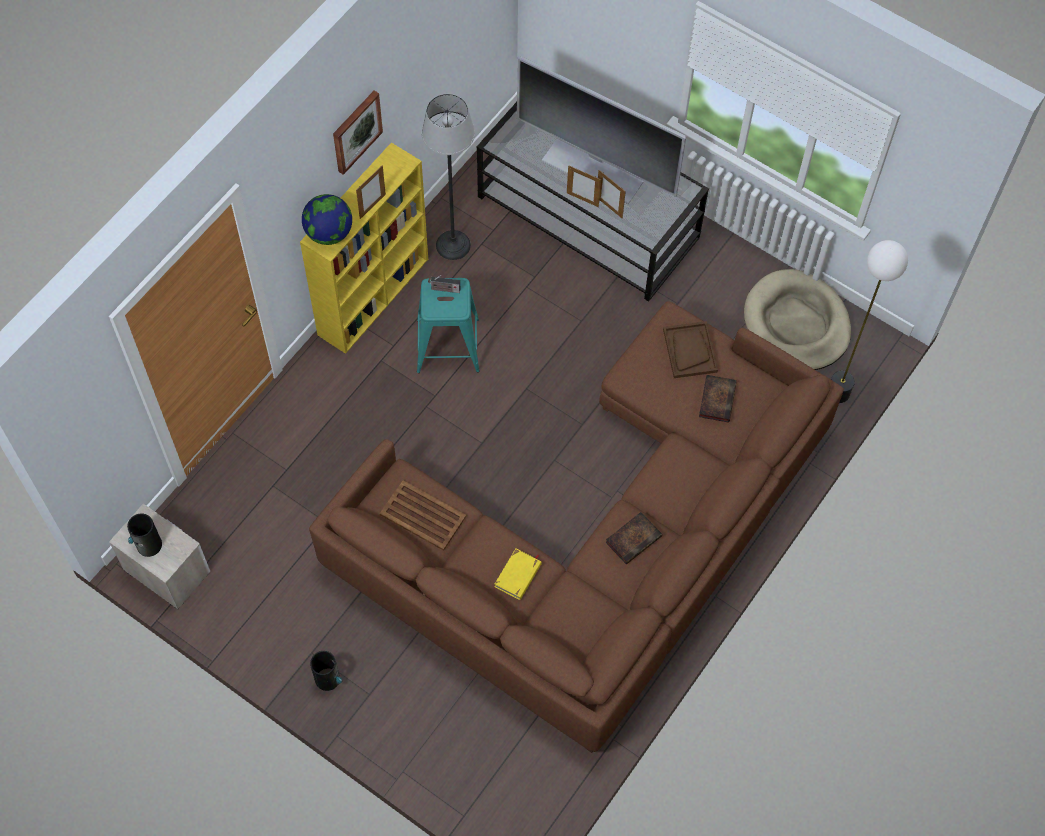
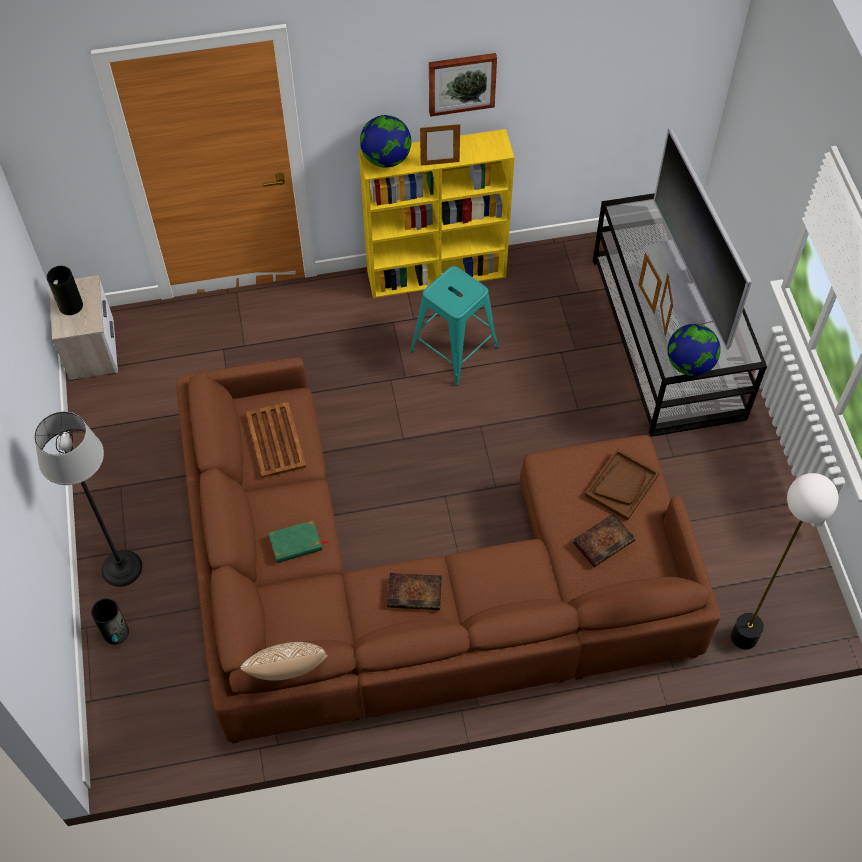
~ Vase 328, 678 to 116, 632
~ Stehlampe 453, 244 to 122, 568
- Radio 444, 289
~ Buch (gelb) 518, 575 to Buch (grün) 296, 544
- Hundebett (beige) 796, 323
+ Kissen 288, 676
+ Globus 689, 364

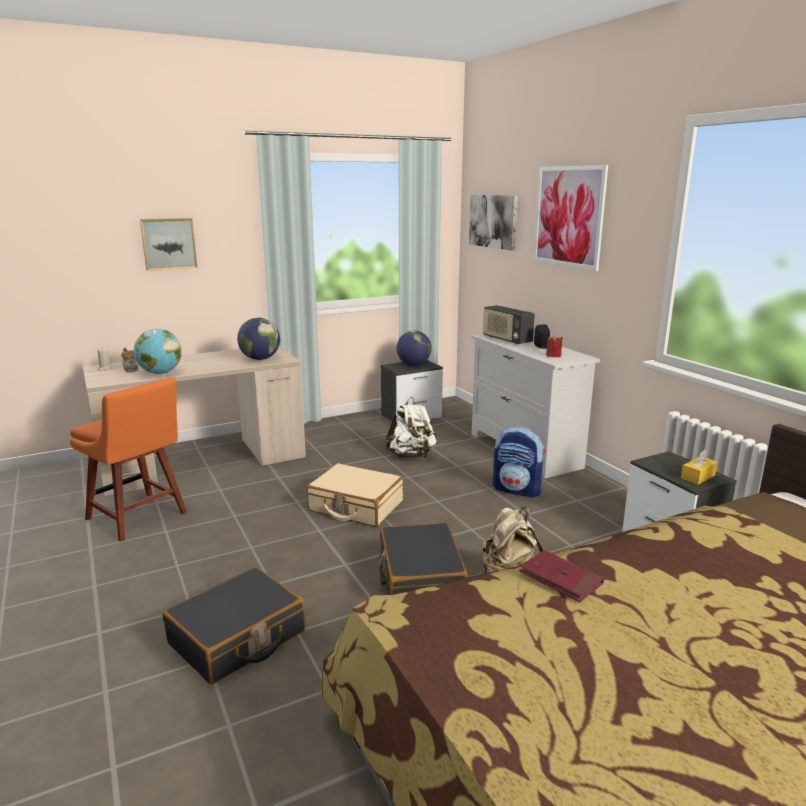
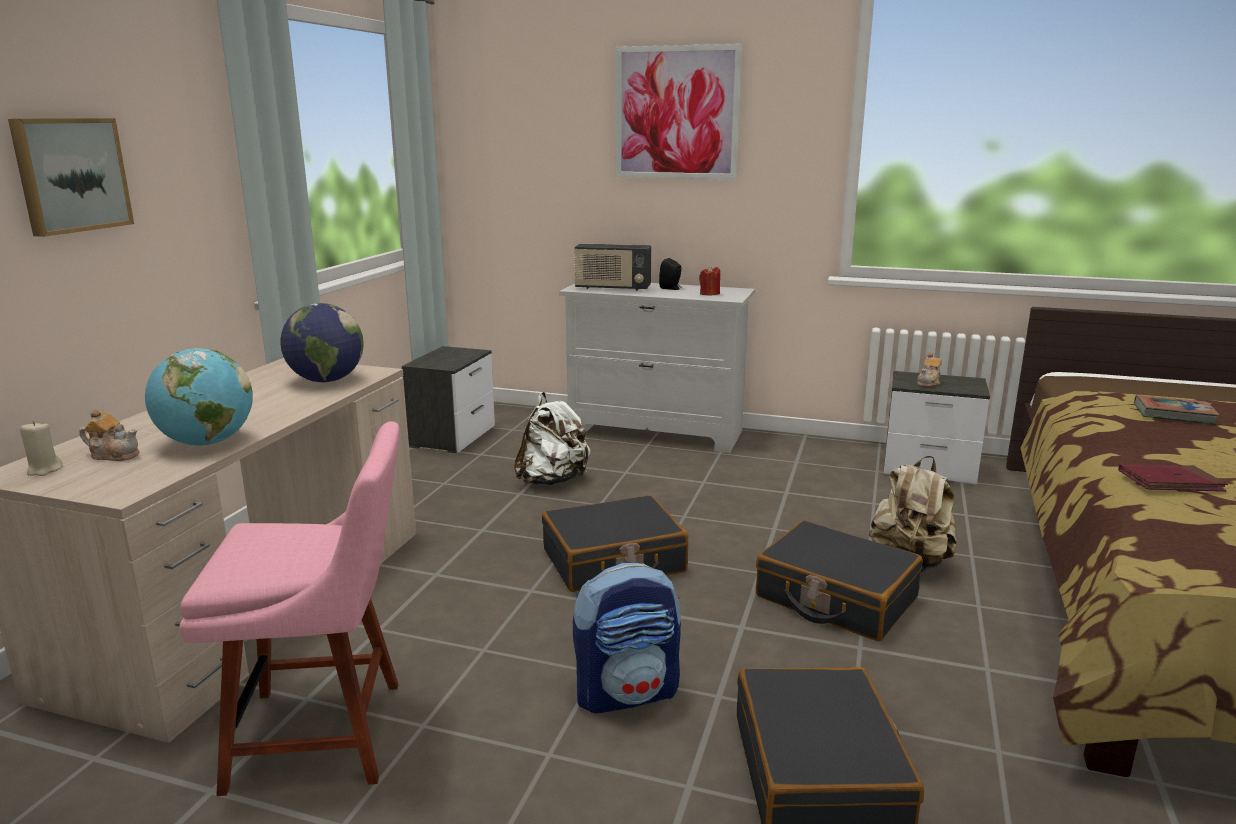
~ Stuhl (orange) 139, 517 to Stuhl (rosa) 327, 734
~ Koffer (beige) 355, 506 to Koffer (schwarz) 613, 562
- Globus 413, 365
- Bild 493, 221
~ Rucksack 517, 490 to 627, 693
- Taschentuchbox (gelb) 698, 477
+ Teekanne 929, 383
+ Buch 1174, 414

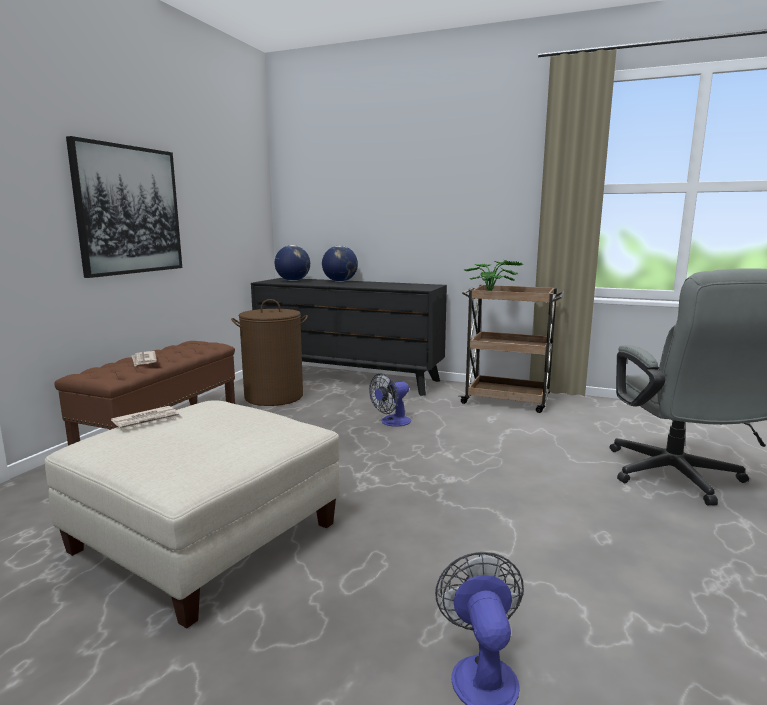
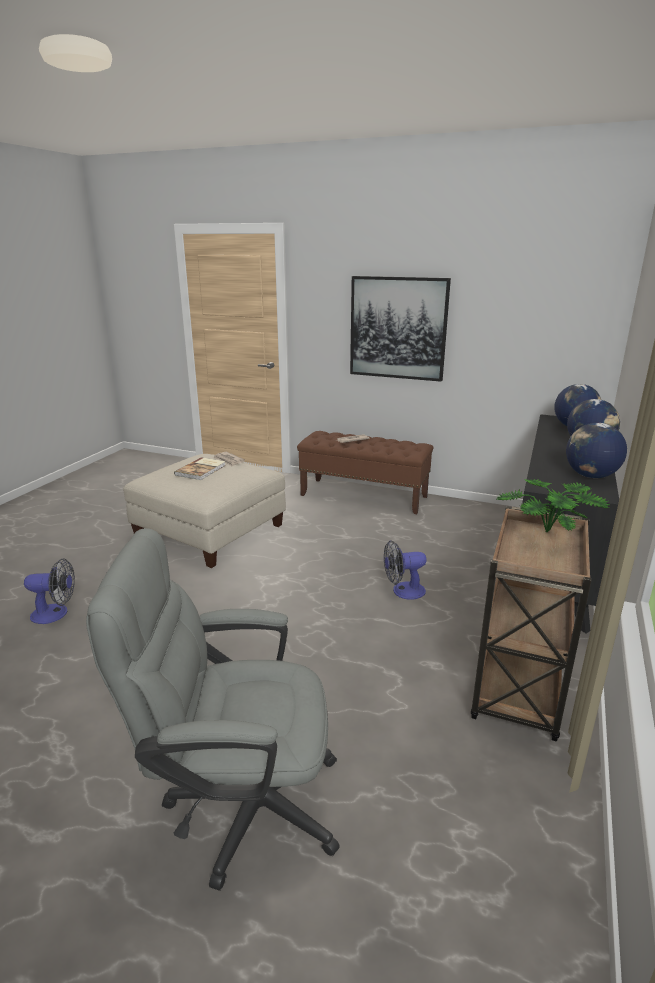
- Wäschekorb (braun) 273, 397
~ Ventilator 392, 422 = 403, 591 60 degrees counterclockwise
+ Buch 201, 470
+ Globus 590, 476

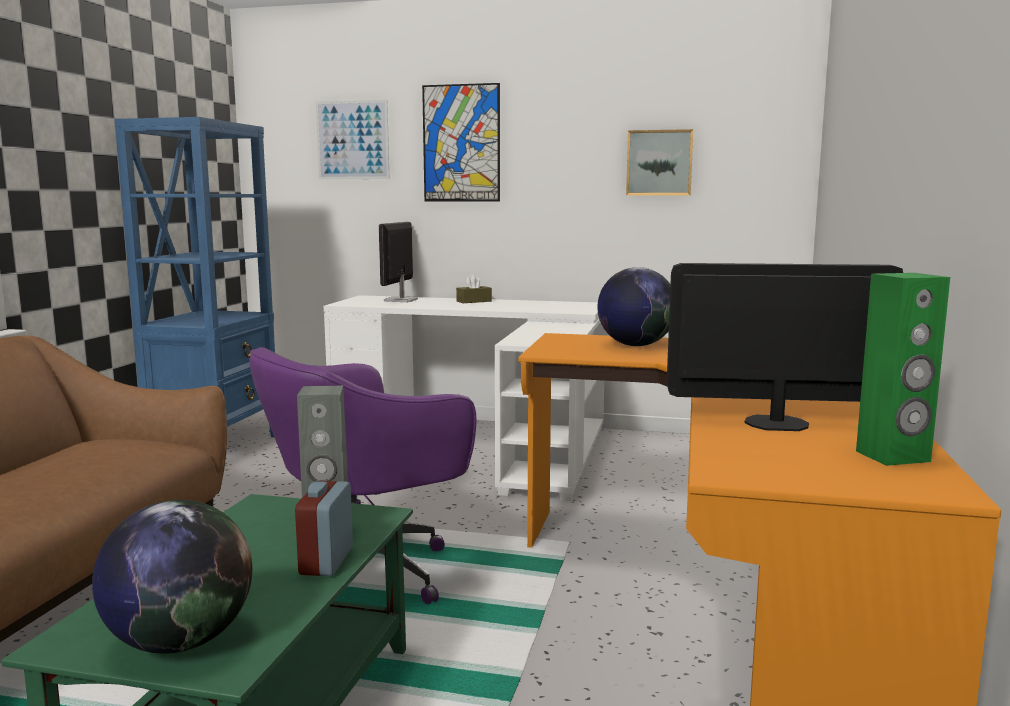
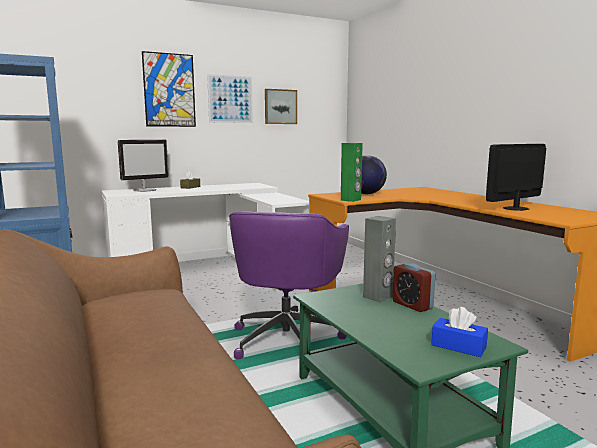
~ Globus 180, 642 to Taschentuchbox (blau) 458, 346
~ Bild 352, 140 to 230, 99
~ Monitor 401, 300 = 145, 190 105 degrees counterclockwise
~ Lautsprecher (grün) 893, 456 to 351, 200

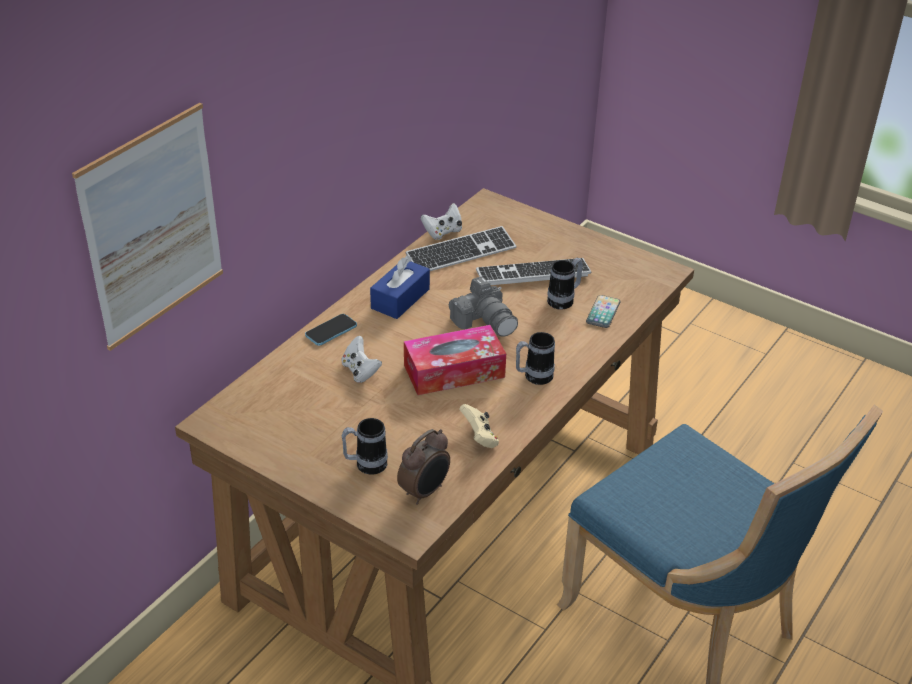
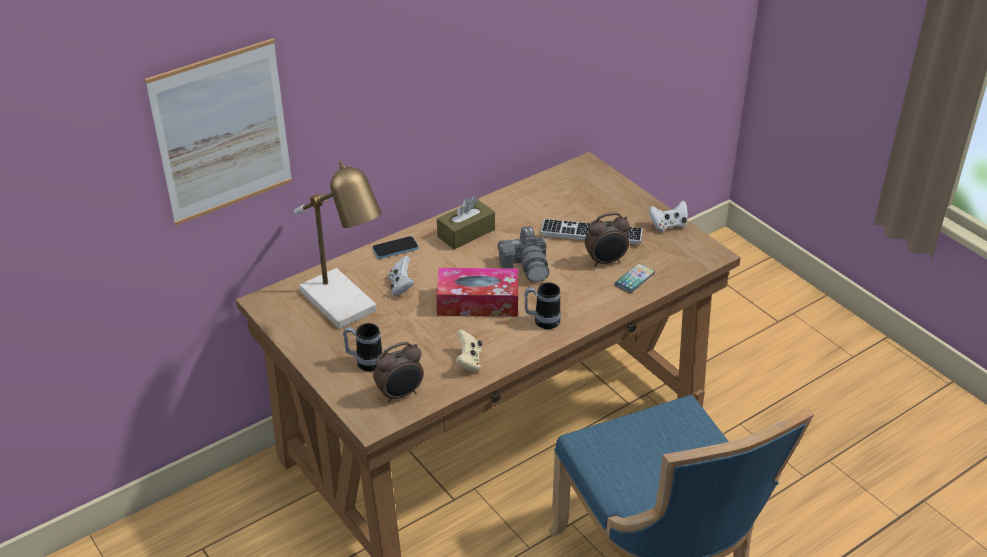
~ Taschentuchbox (blau) 400, 299 to Taschentuchbox (braun) 466, 233
- Tastatur 461, 253
~ Gamepad (weiß) 443, 232 to 668, 225
~ Henkelbecher 564, 300 to Wecker 606, 261
+ Tischlampe 345, 306

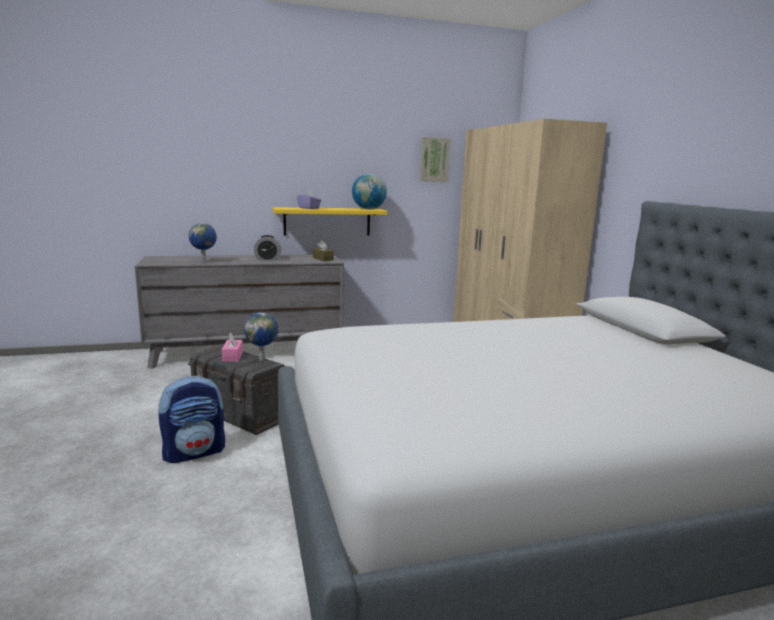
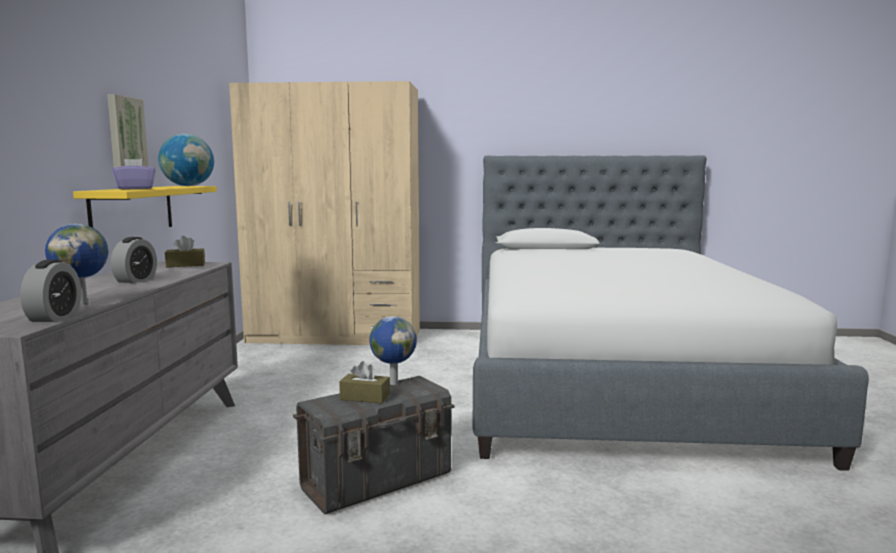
- Rucksack 194, 452
~ Taschentuchbox (rosa) 232, 356 to Taschentuchbox (braun) 365, 397
~ Bild 434, 159 to 125, 134
+ Wecker 54, 317

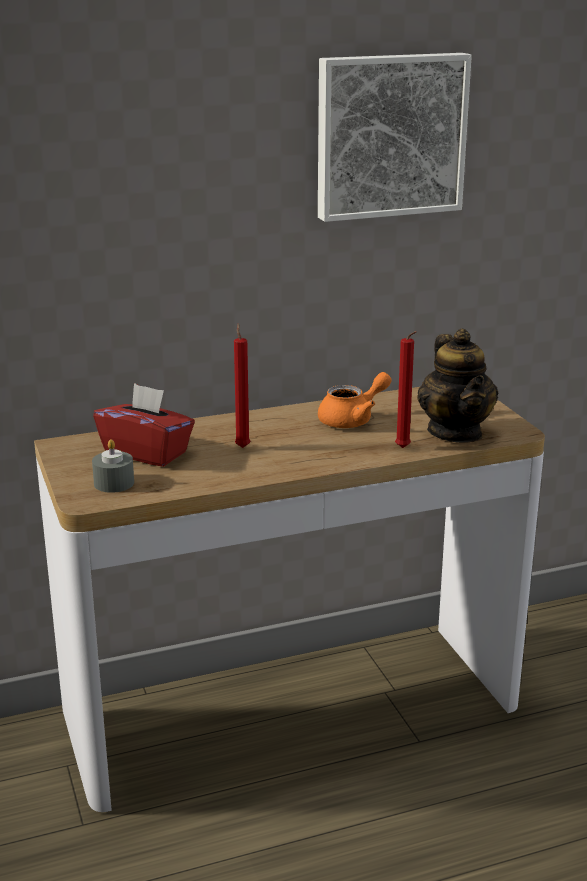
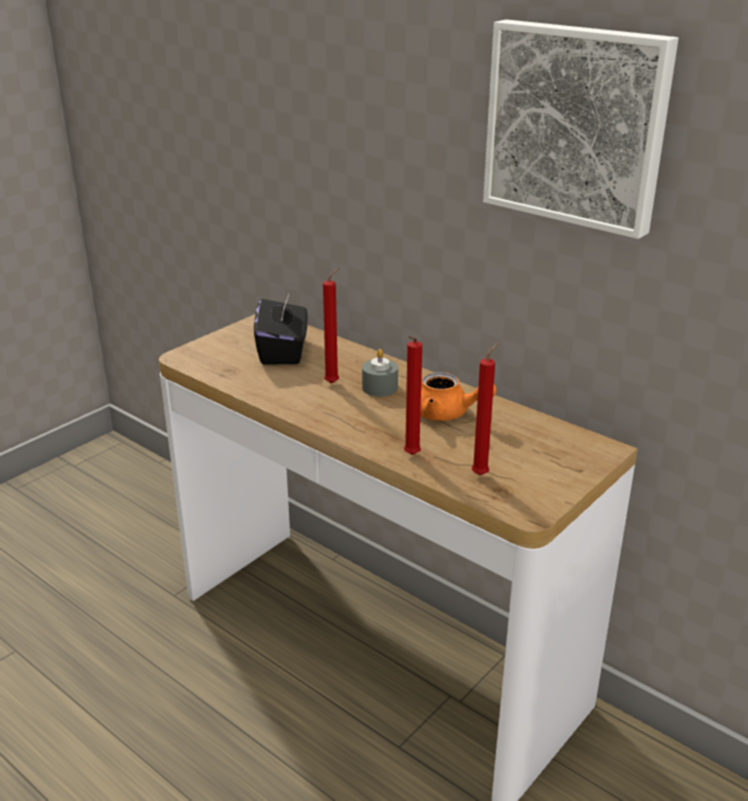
~ Kerze (grau) 114, 483 to 379, 387
~ Taschentuchbox (rot) 147, 453 to Taschentuchbox (schwarz) 283, 351
~ Teekanne 455, 432 to Kerze (rot) 482, 474

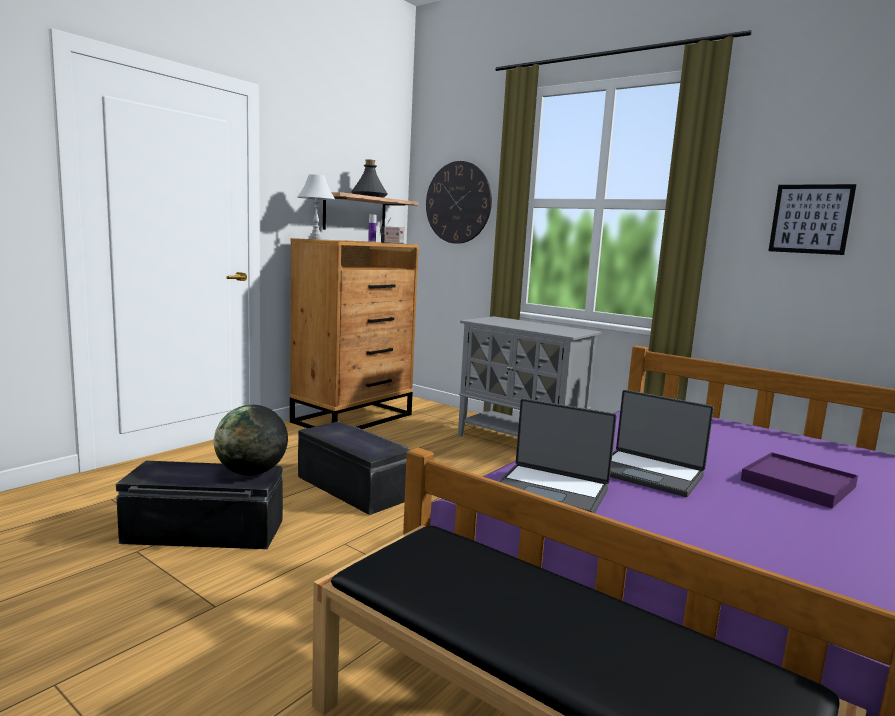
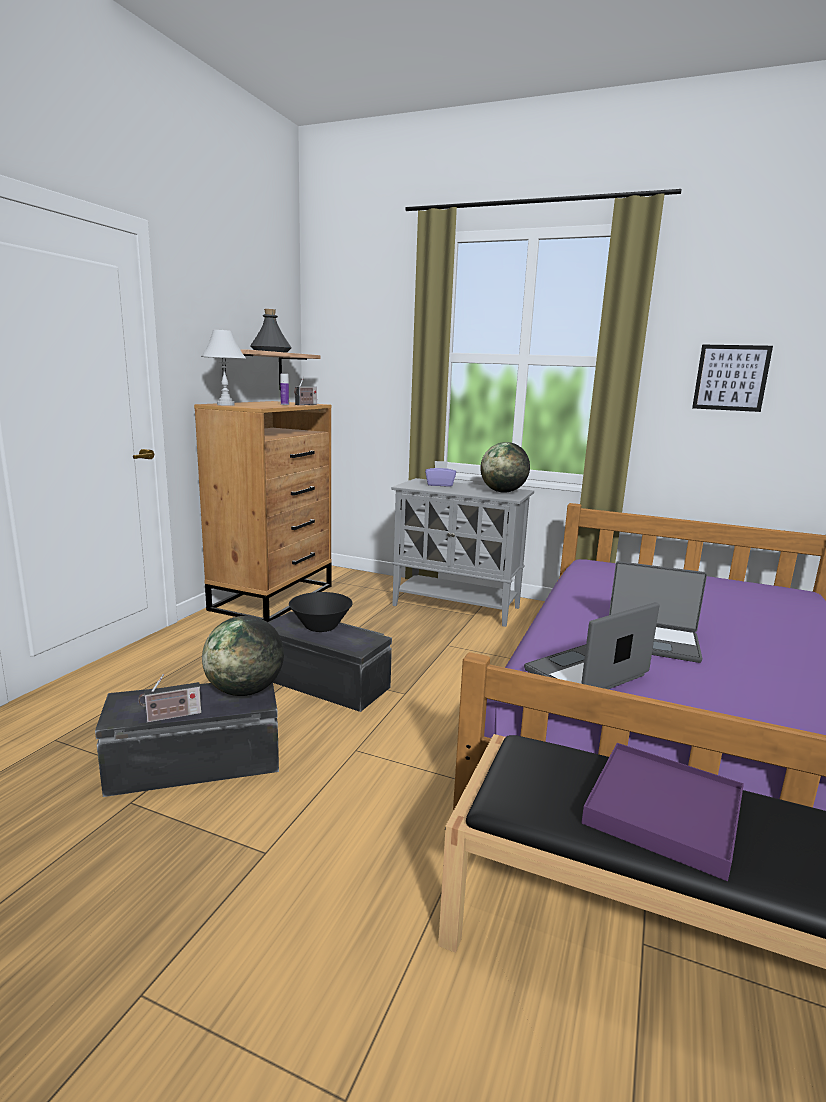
- Wanduhr 458, 202
~ Laptop 551, 491 = 587, 674 135 degrees clockwise
~ Tablett (lila) 797, 483 to 663, 811
+ Radio 171, 716
+ Schüssel (schwarz) 320, 627
+ Taschentuchbox (lila) 439, 485
+ Globus 503, 492

